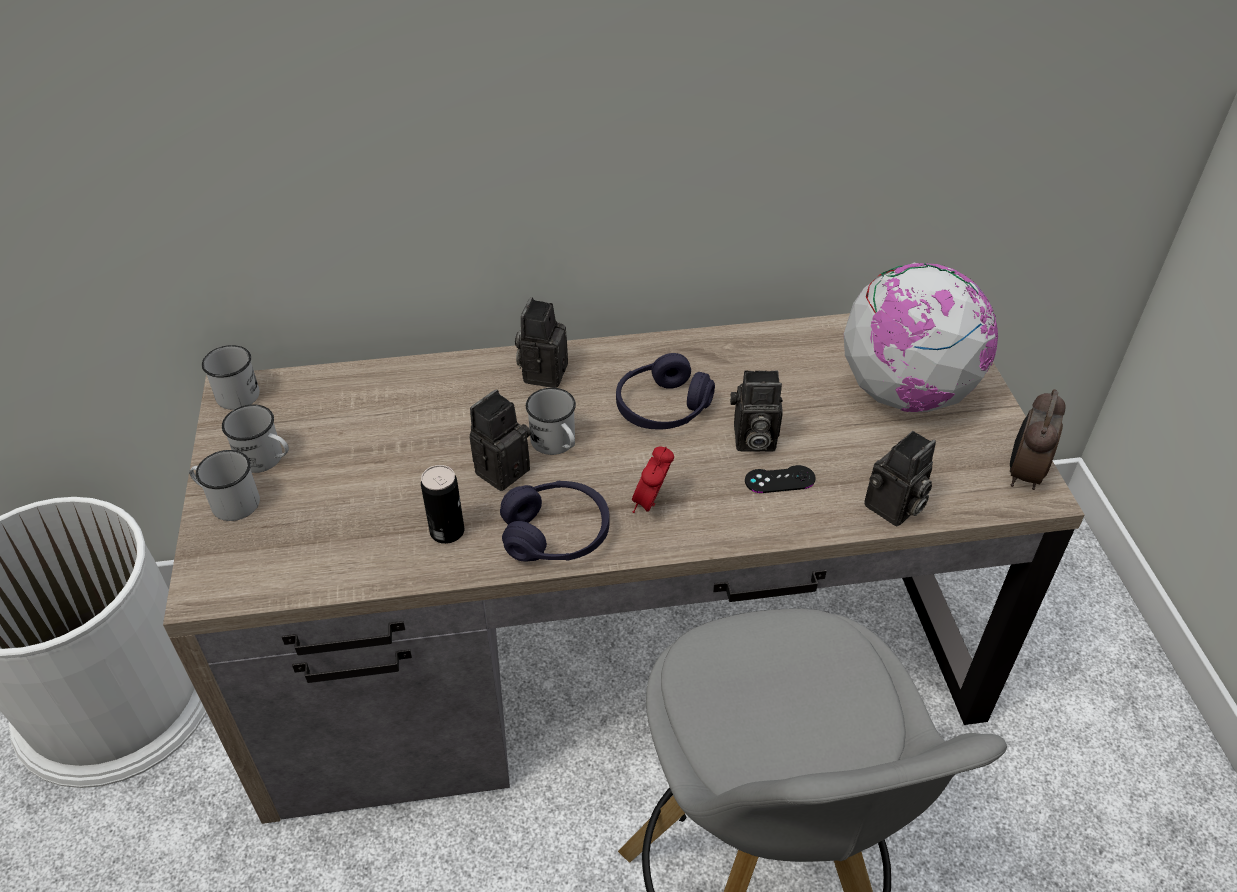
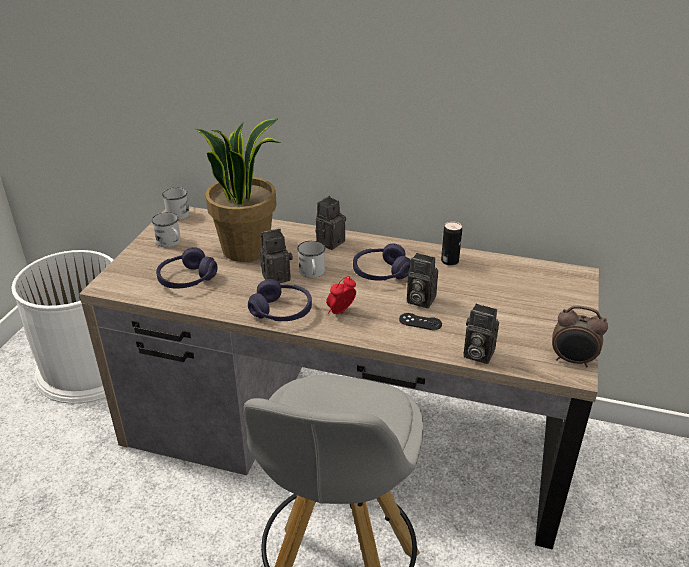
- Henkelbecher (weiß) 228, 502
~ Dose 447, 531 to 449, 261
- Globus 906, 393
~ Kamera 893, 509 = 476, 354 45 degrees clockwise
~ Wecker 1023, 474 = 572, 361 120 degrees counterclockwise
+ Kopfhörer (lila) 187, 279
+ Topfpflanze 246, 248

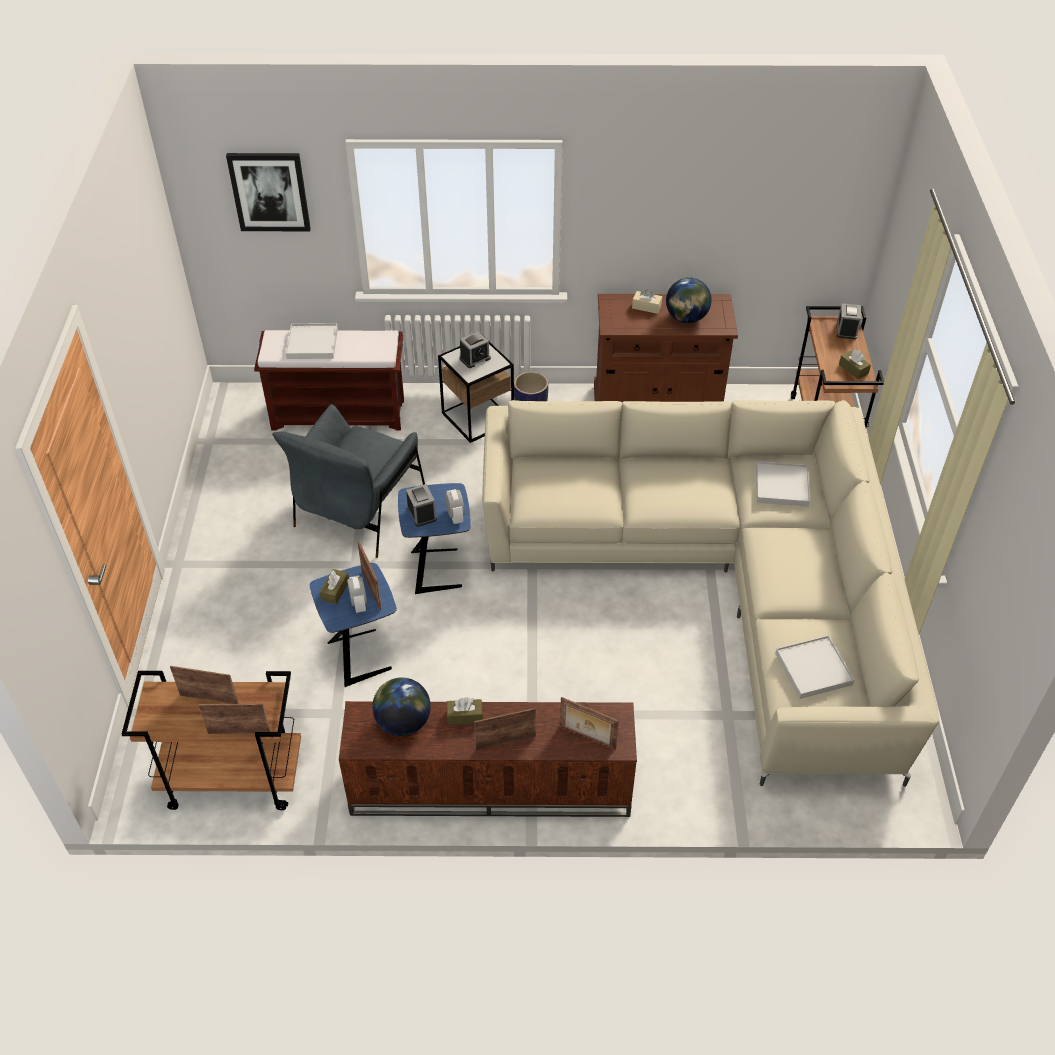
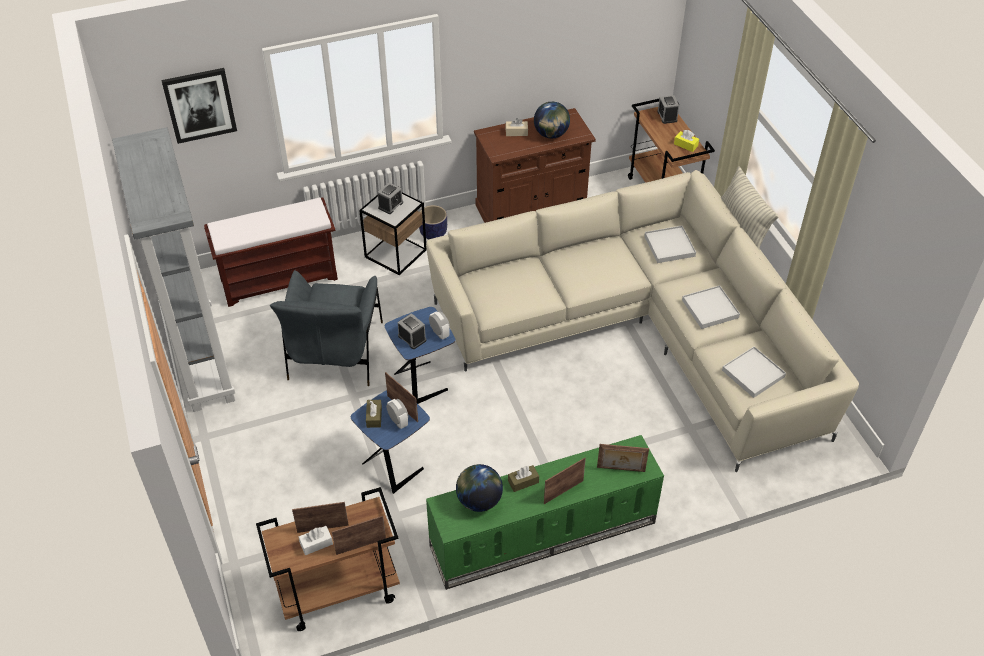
~ Tablett (weiß) 312, 343 to 710, 309
~ Fernsehschrank (braun) 489, 788 to Fernsehschrank (grün) 542, 535
~ Taschentuchbox (braun) 853, 369 to Taschentuchbox (gelb) 685, 145
+ Bücherregal (grau) 201, 361
+ Taschentuchbox (weiß) 316, 543
+ Kissen 743, 224

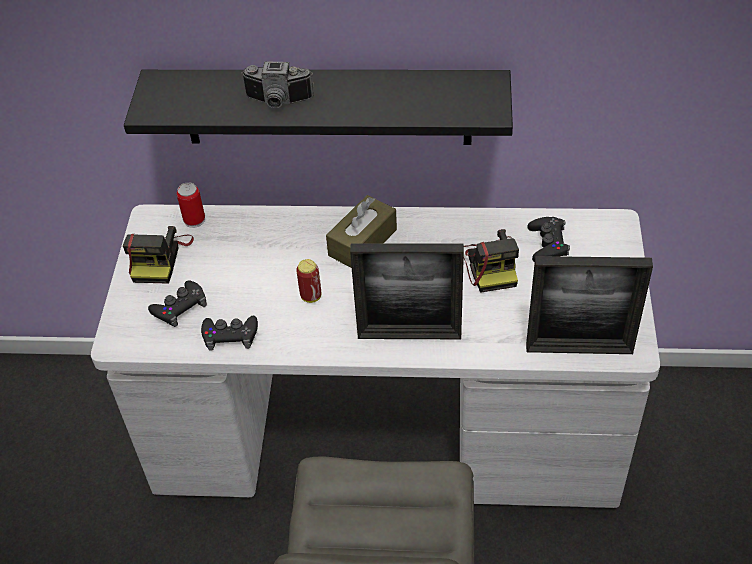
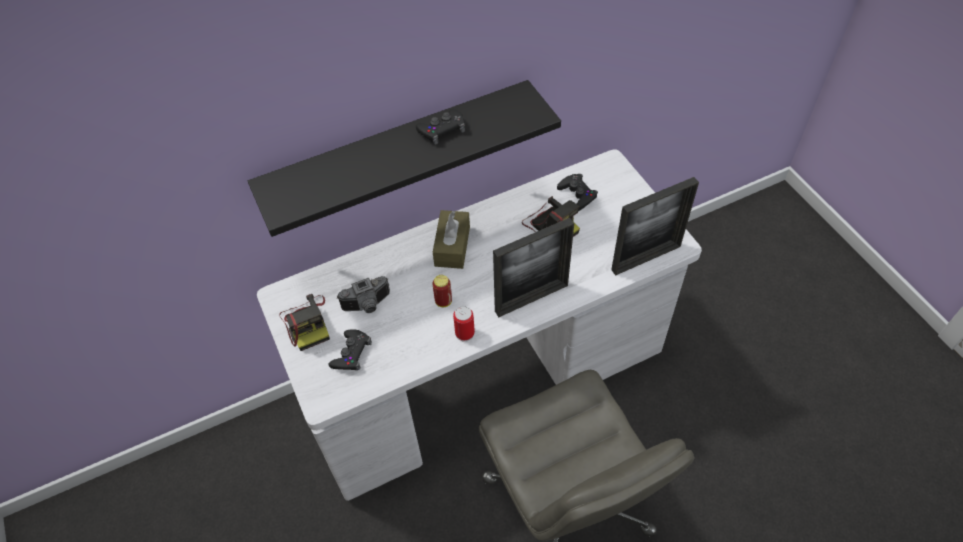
~ Dose 194, 220 to 465, 333
~ Gamepad (schwarz) 230, 335 to 442, 130
~ Kamera 278, 102 to 368, 306

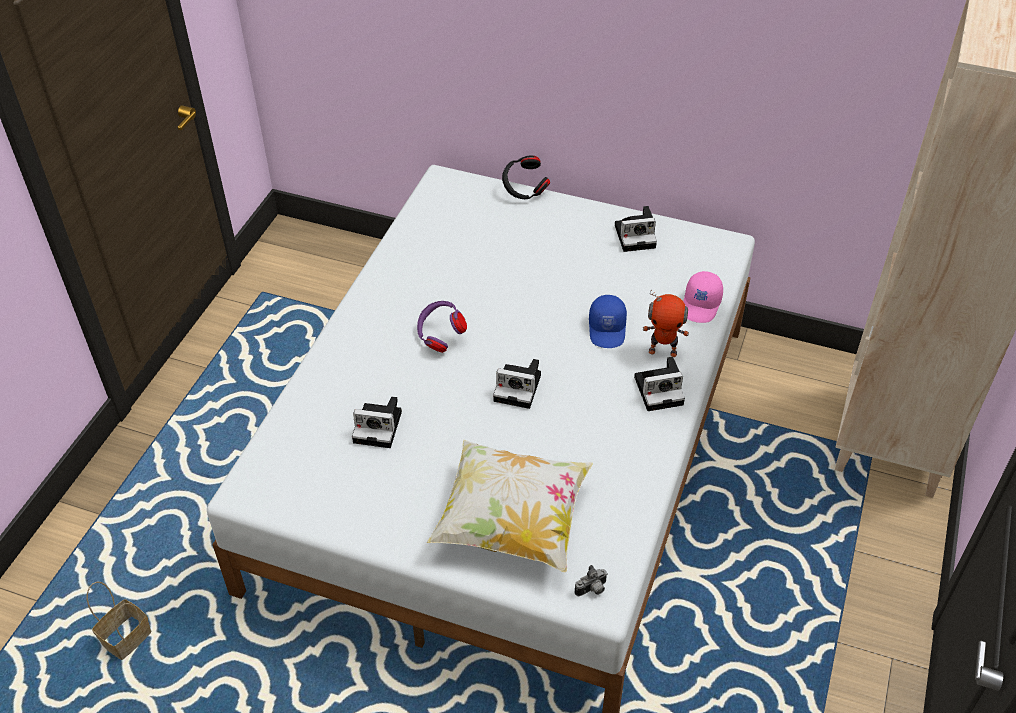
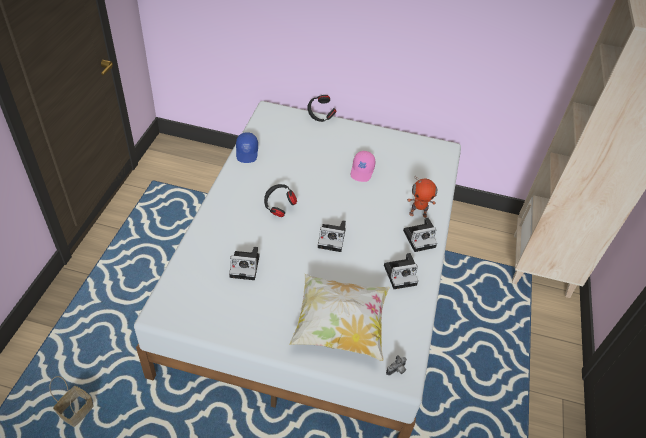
~ Kopfhörer (lila) 440, 337 to Kopfhörer (schwarz) 278, 207
~ Kappe (blau) 608, 329 to 247, 153
~ Kamera 636, 235 to 401, 274
~ Kappe (rosa) 701, 305 to 362, 171

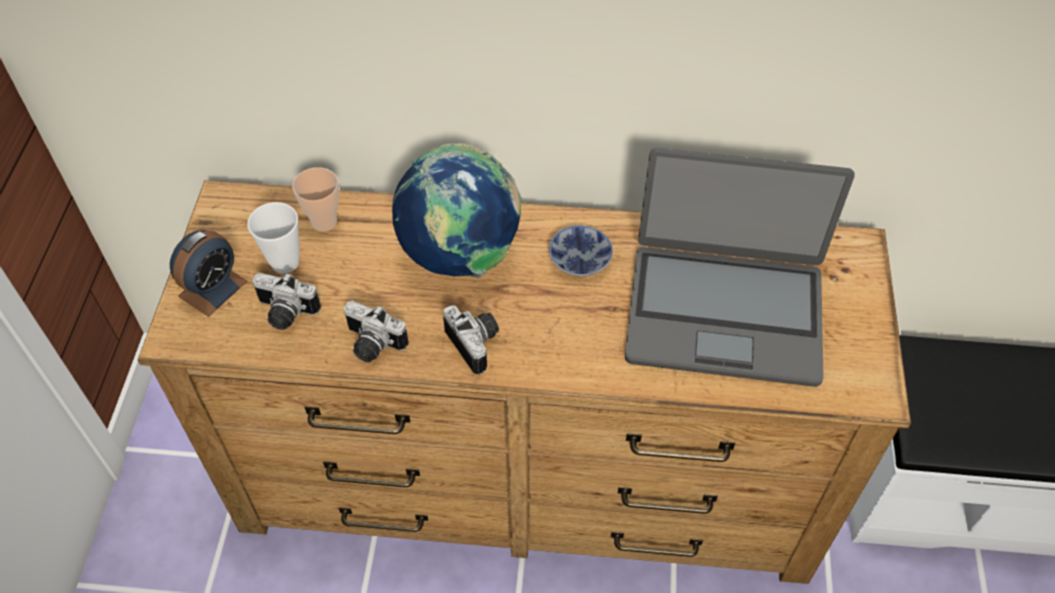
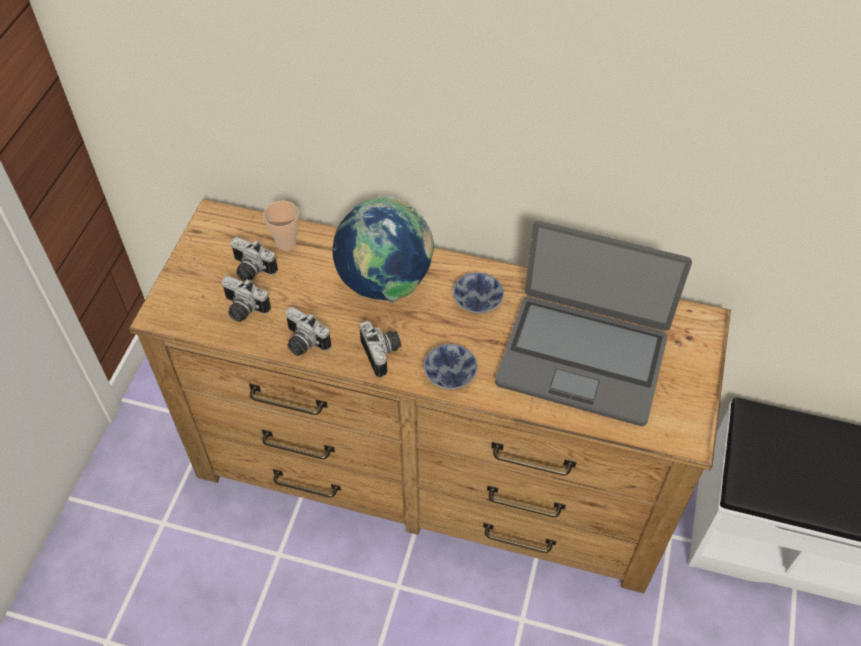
- Wecker 213, 288
~ Tasse 285, 262 to Kamera 250, 270
+ Schüssel 448, 373

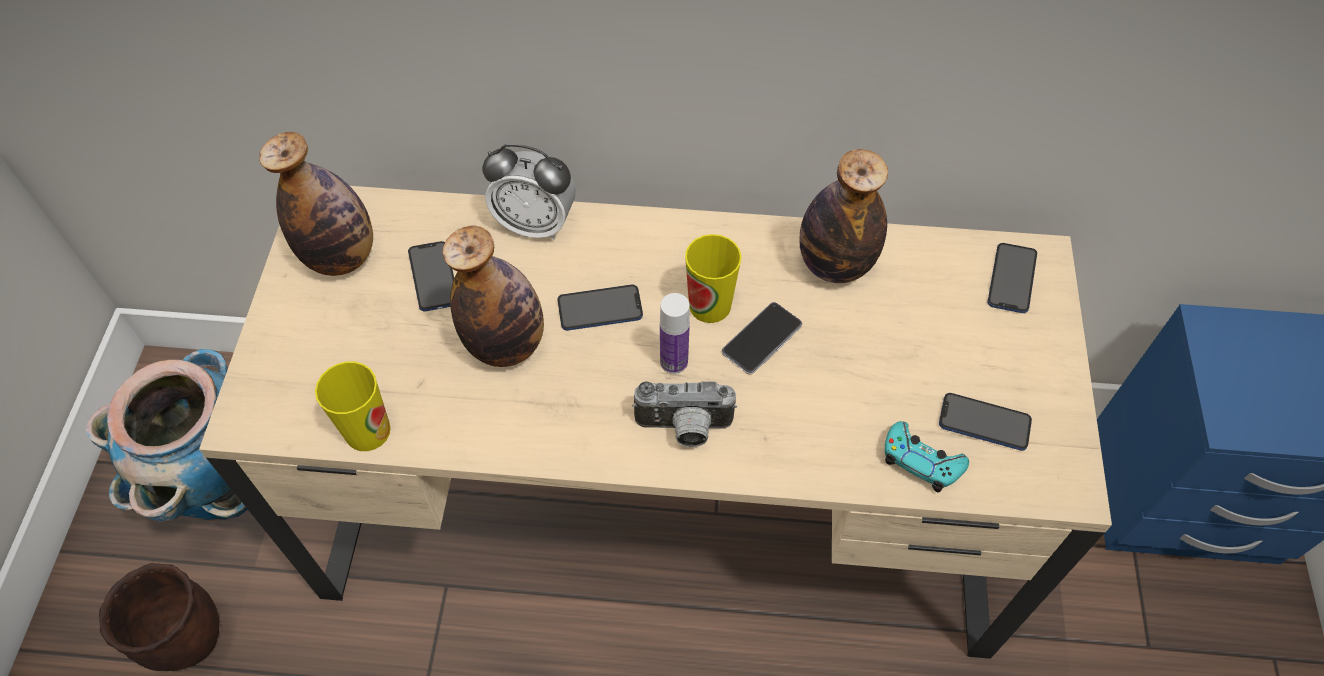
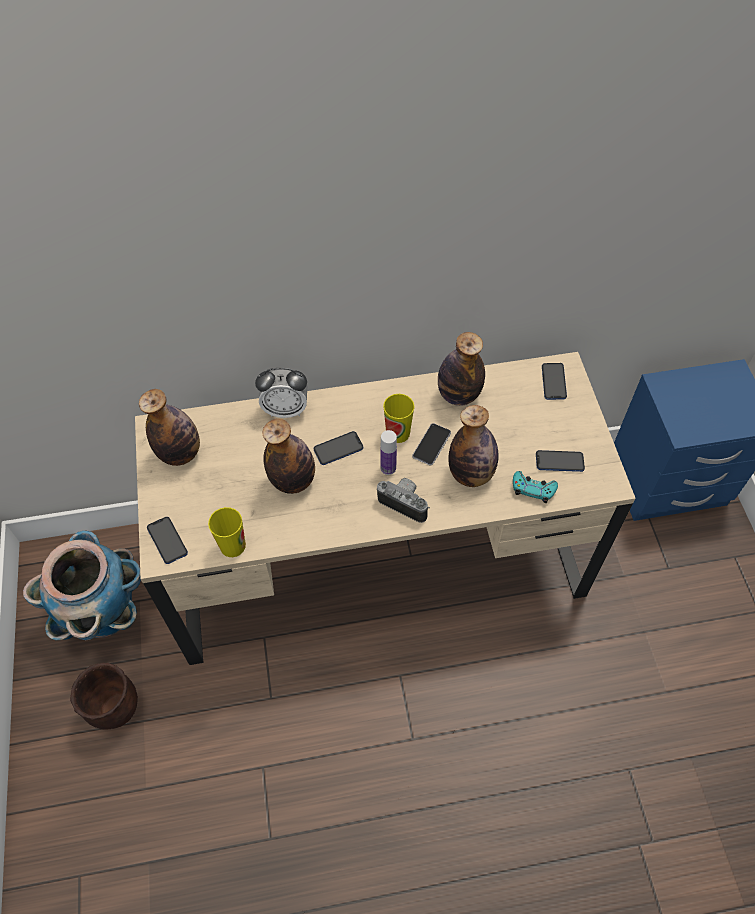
~ Handy 434, 277 to 167, 540
~ Kamera 684, 429 = 405, 503 135 degrees counterclockwise
+ Flasche 471, 474

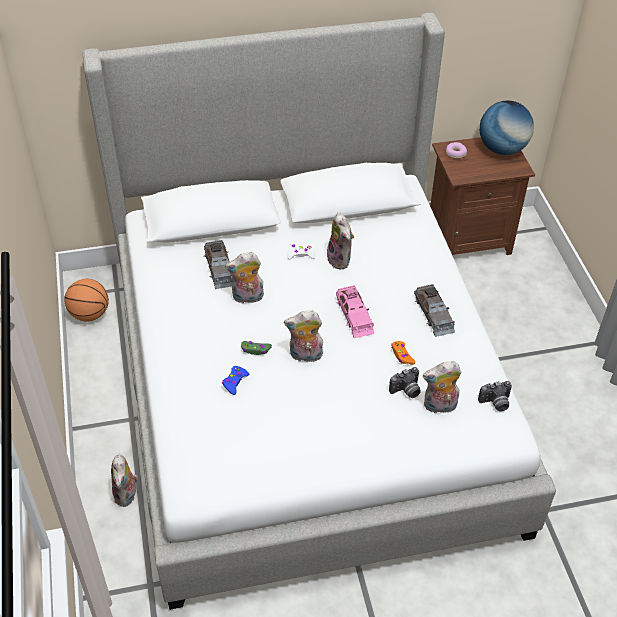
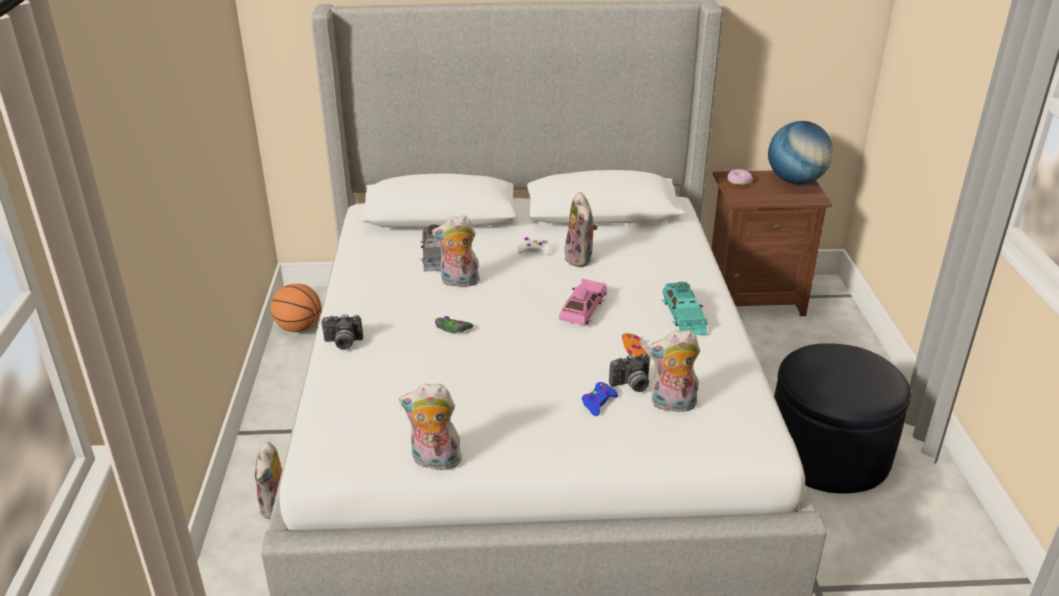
~ Gamepad (blau) 235, 382 to 598, 403
~ Plüschtier 305, 356 to 434, 461
~ Spielzeugauto (rosa) 354, 315 = 583, 308 150 degrees counterclockwise
~ Spielzeugauto (grau) 433, 314 to Spielzeugauto (türkis) 684, 315
~ Kamera 495, 403 to 343, 343
+ Polsterhocker (schwarz) 828, 452

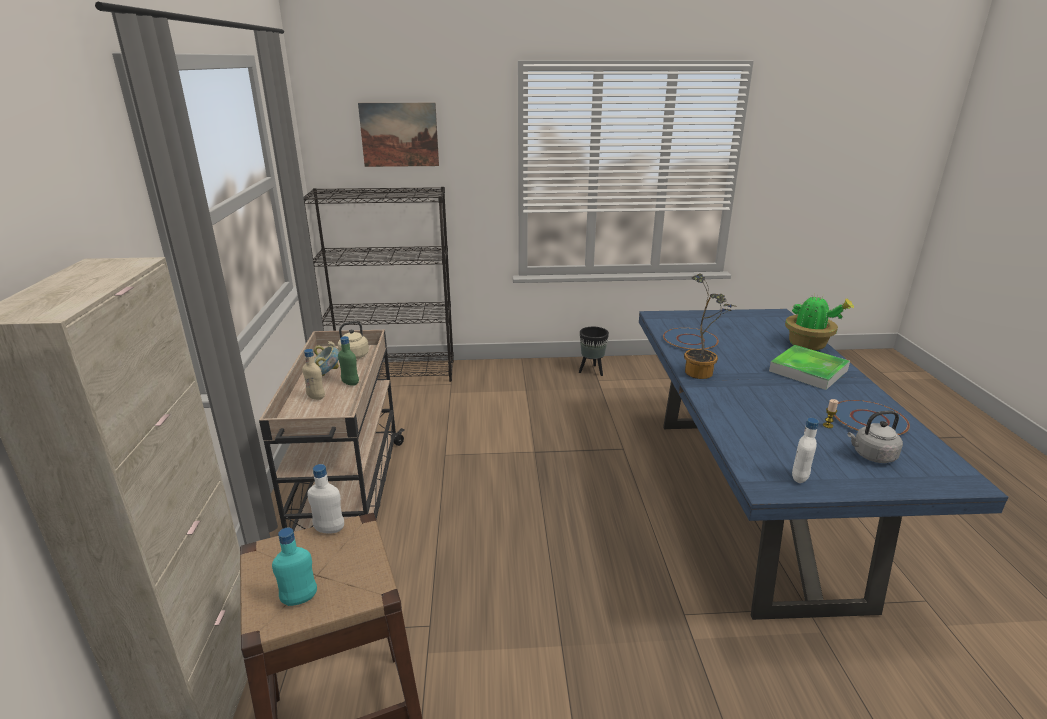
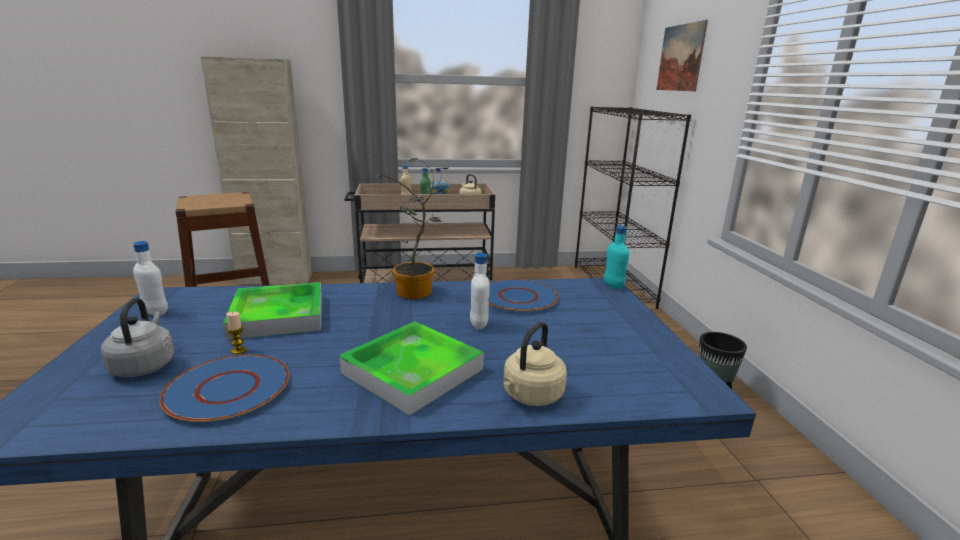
~ Flasche (türkis) 299, 599 to 613, 286
~ Flasche (weiß) 329, 529 to 478, 324
~ Topfpflanze 809, 345 to Wasserkessel (beige) 531, 396
+ Tablett 278, 315

